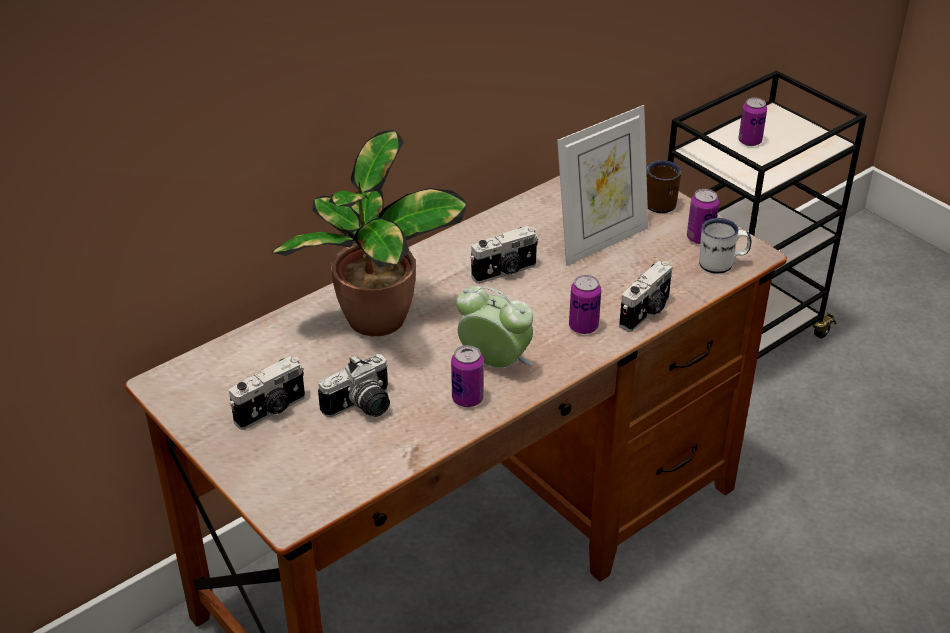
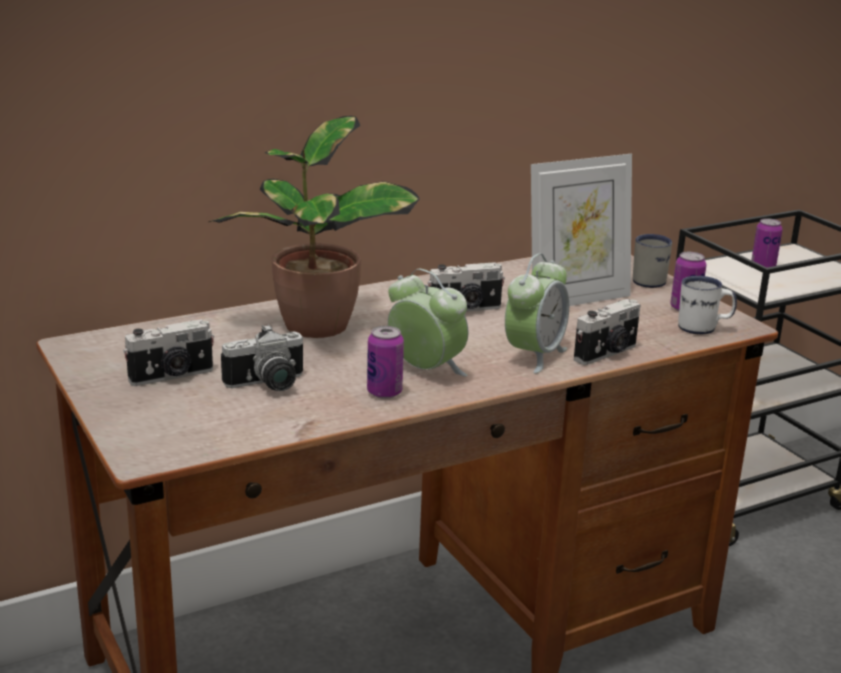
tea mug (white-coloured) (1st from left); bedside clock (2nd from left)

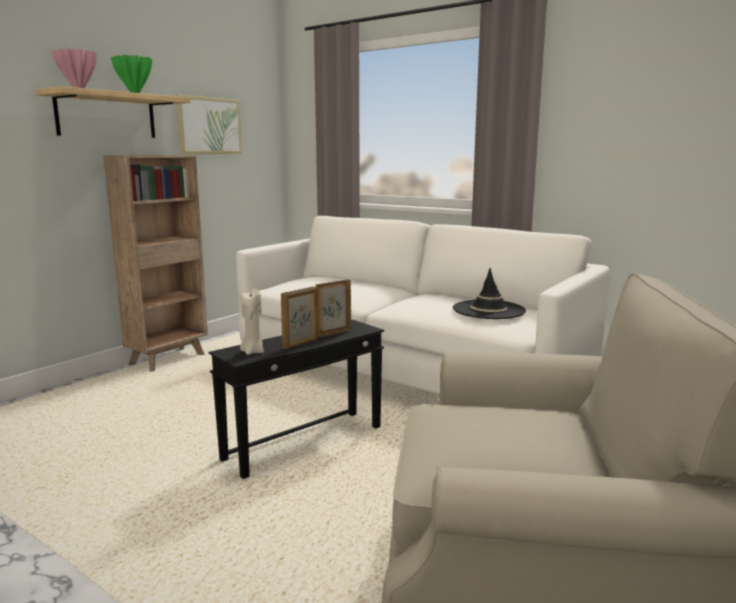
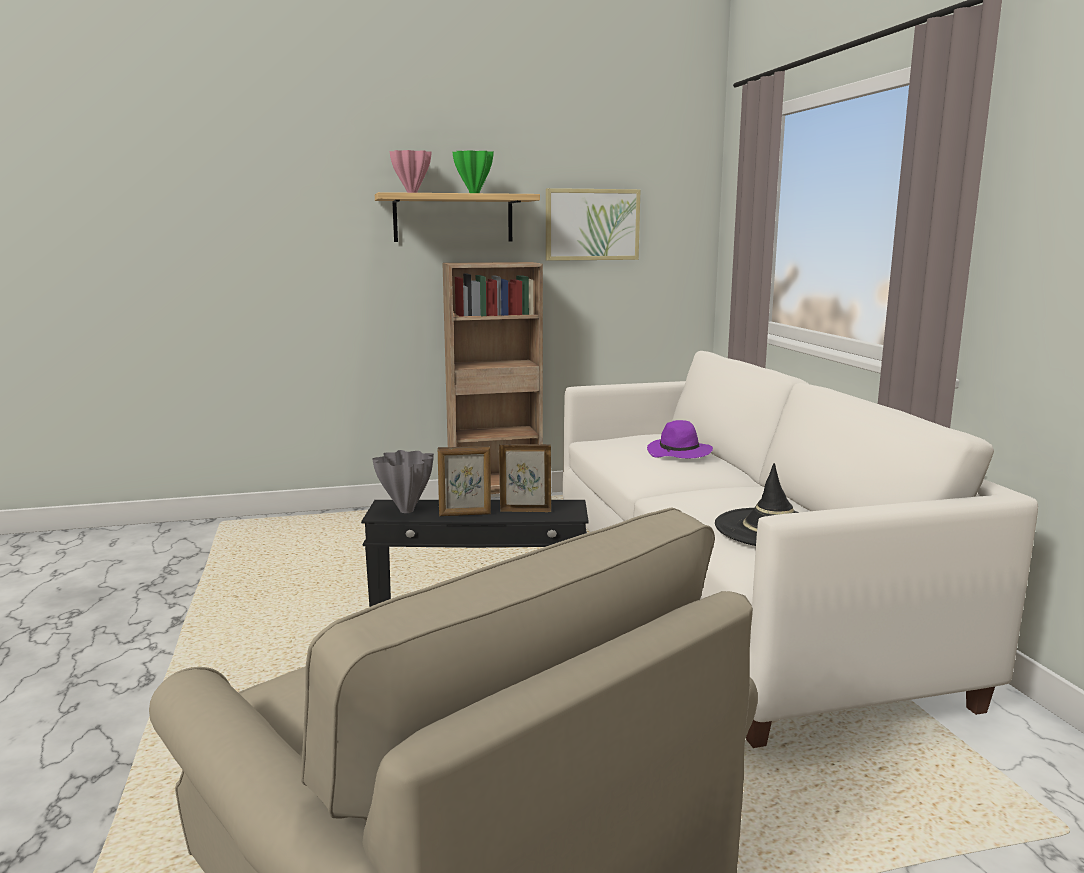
vase (greyish); wearable hat (purplish)

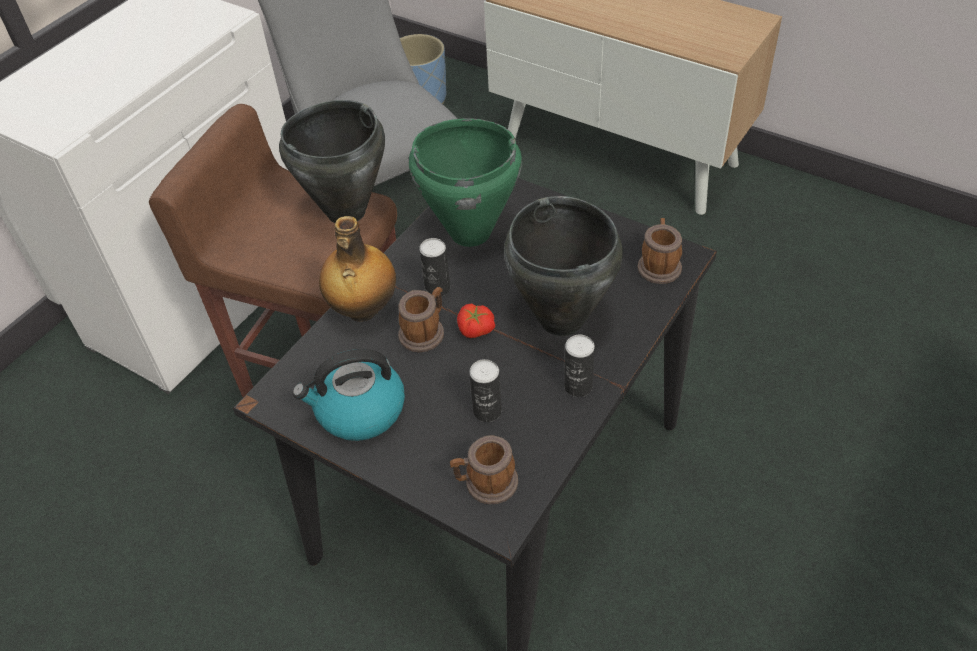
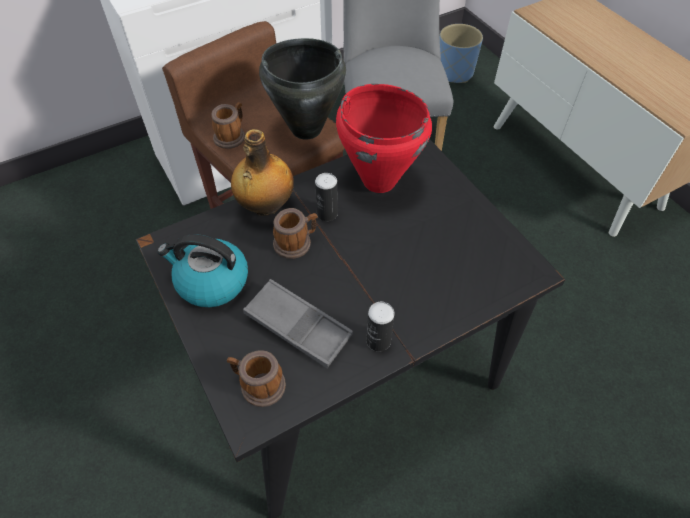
stockpot (red); stockpot (black-coloured) (2nd from left in the first image); tea mug (1st from left); fresh tomato; tray (greyish)

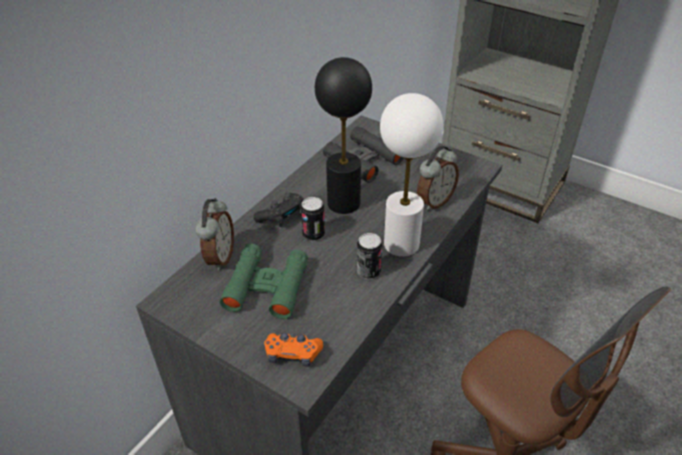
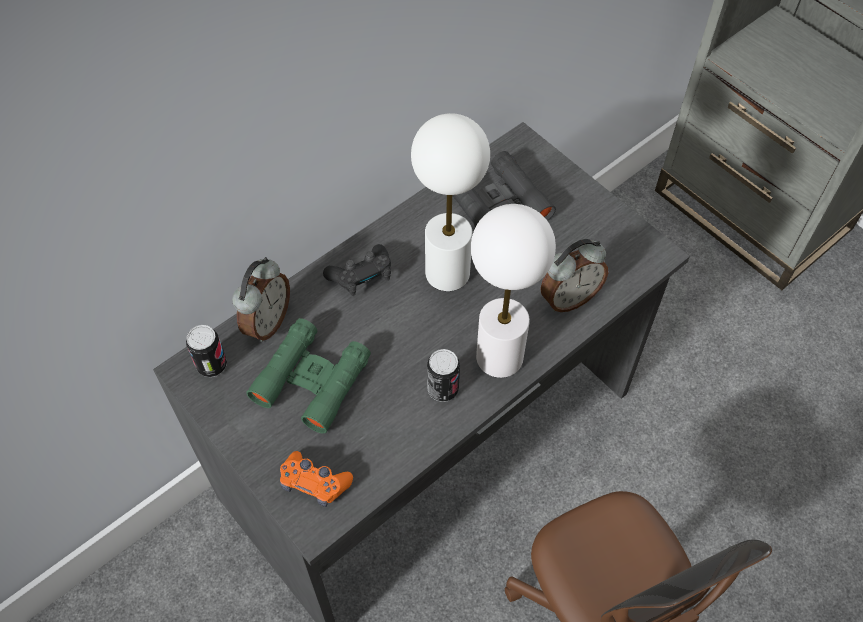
tabletop lamp (white-coloured) (1st from left); sealed can (1st from left)

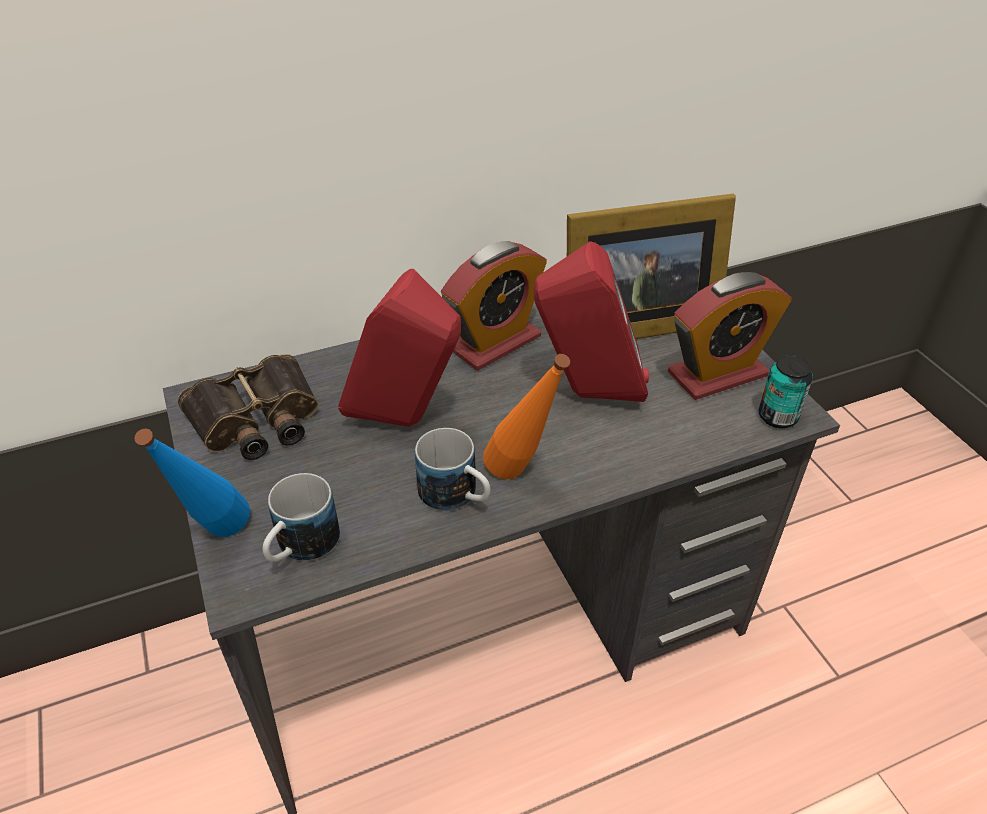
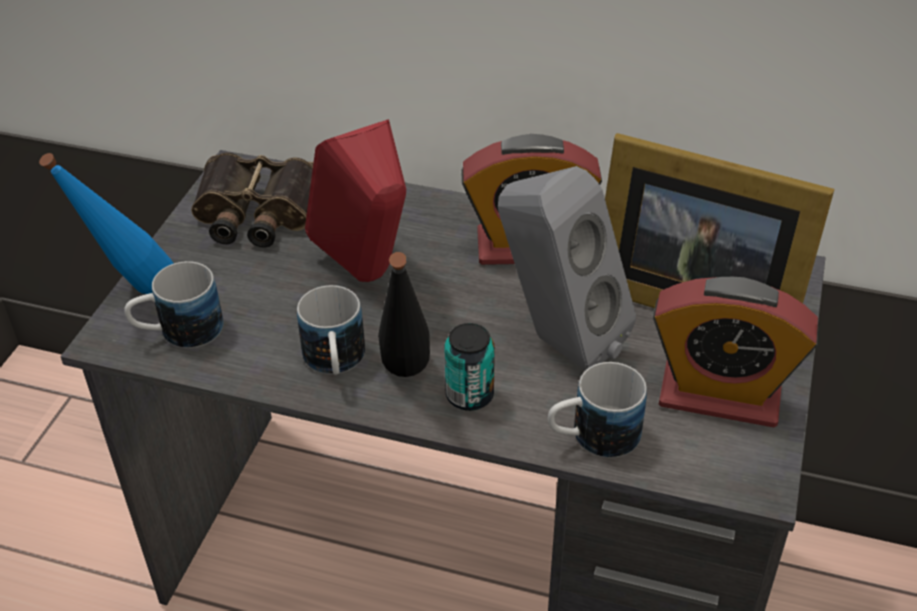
speaker (greyish); bottle (black-coloured); sealed can; tea mug (3rd from left)

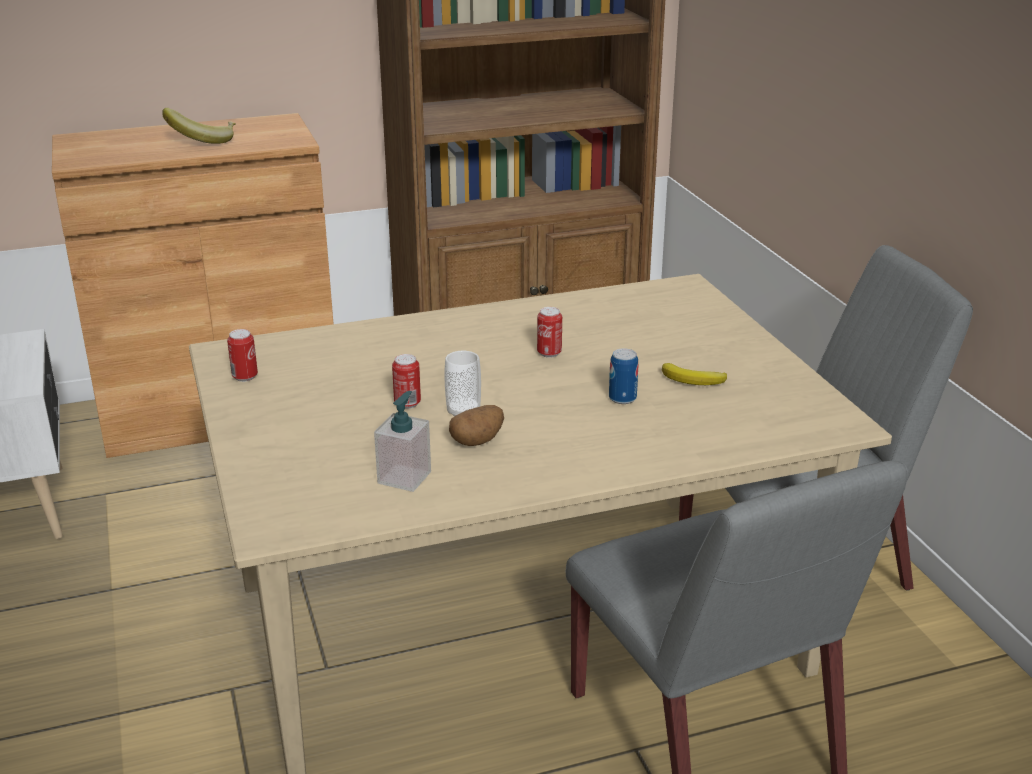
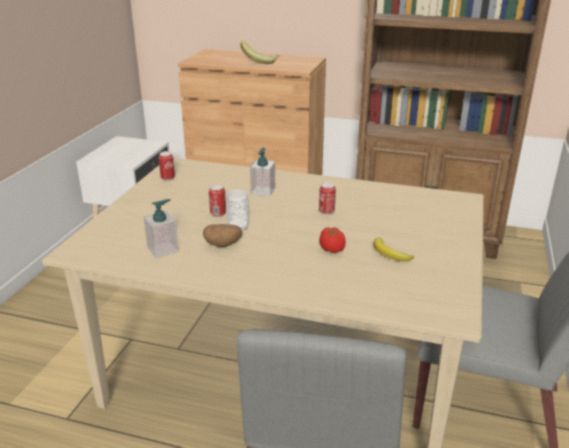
fresh tomato; soap bottle (2nd from left)

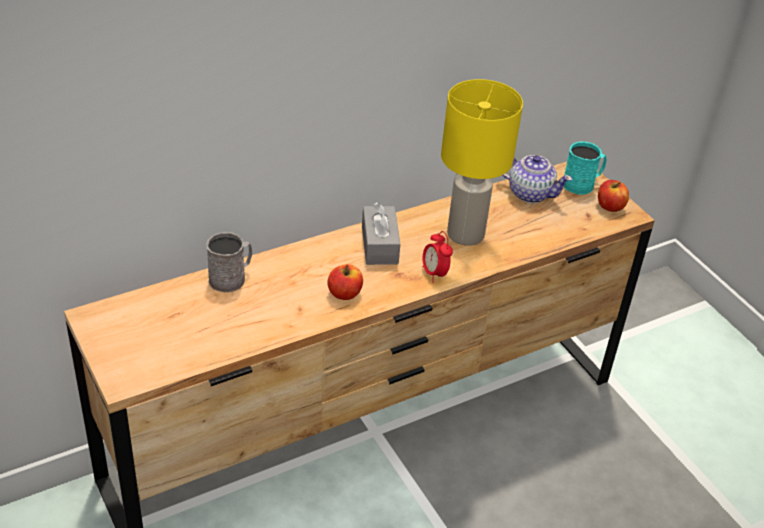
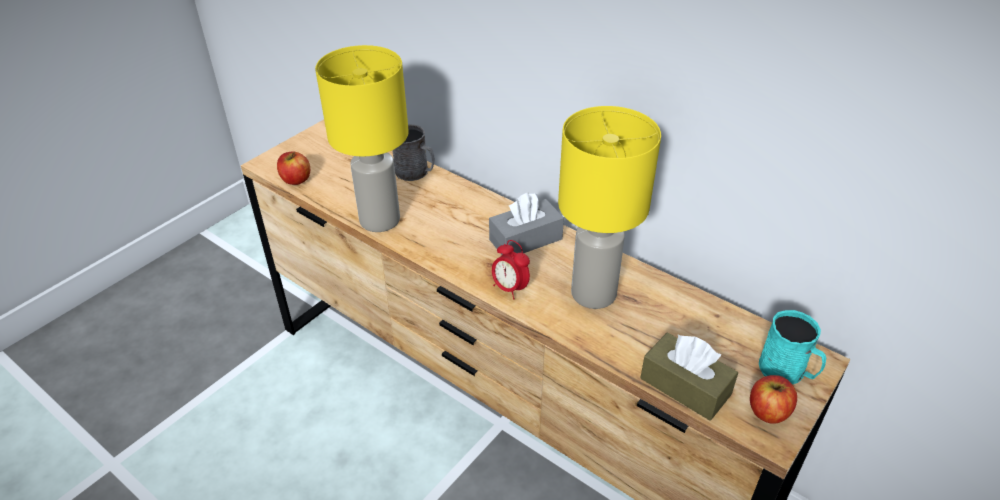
teapot; bedside clock; whole apple (1st from left); tabletop lamp (yellow) (1st from left); tissue holder (brown)

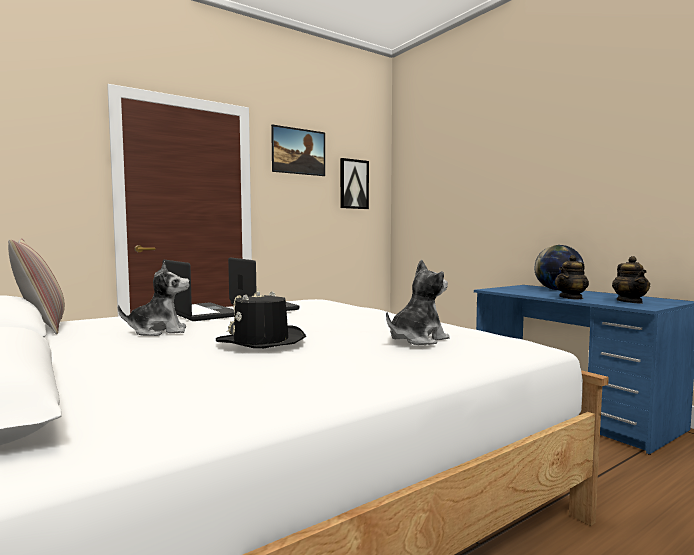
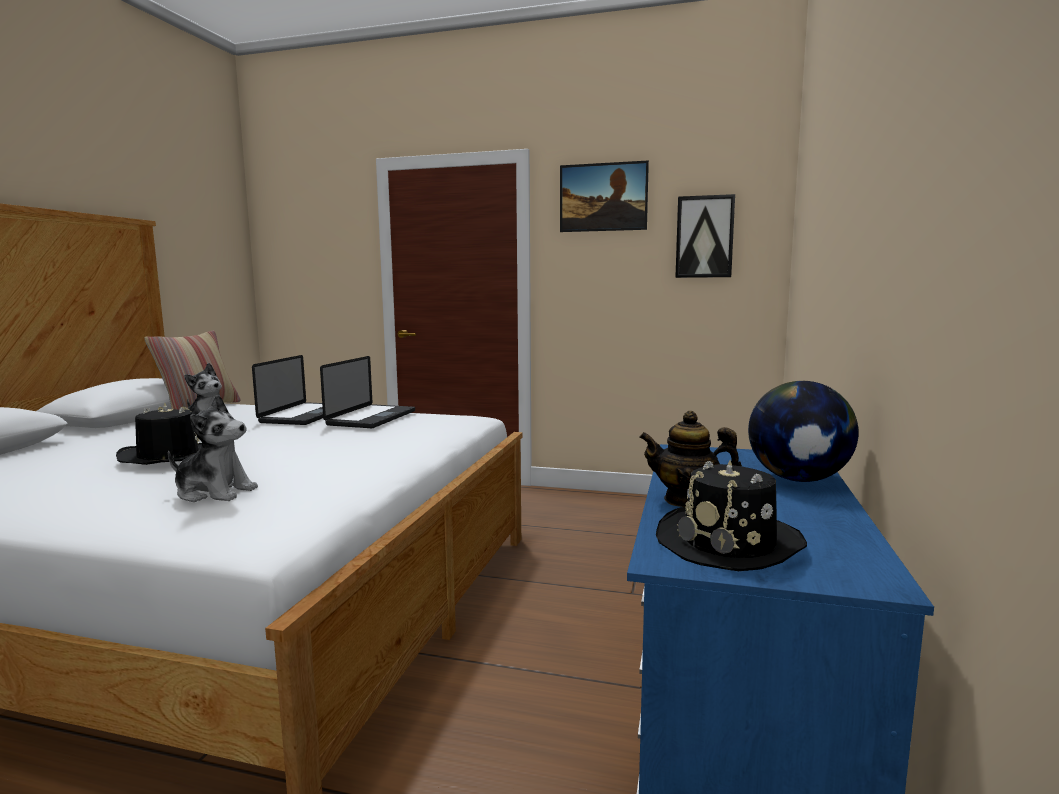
wearable hat (black-coloured) (2nd from left)

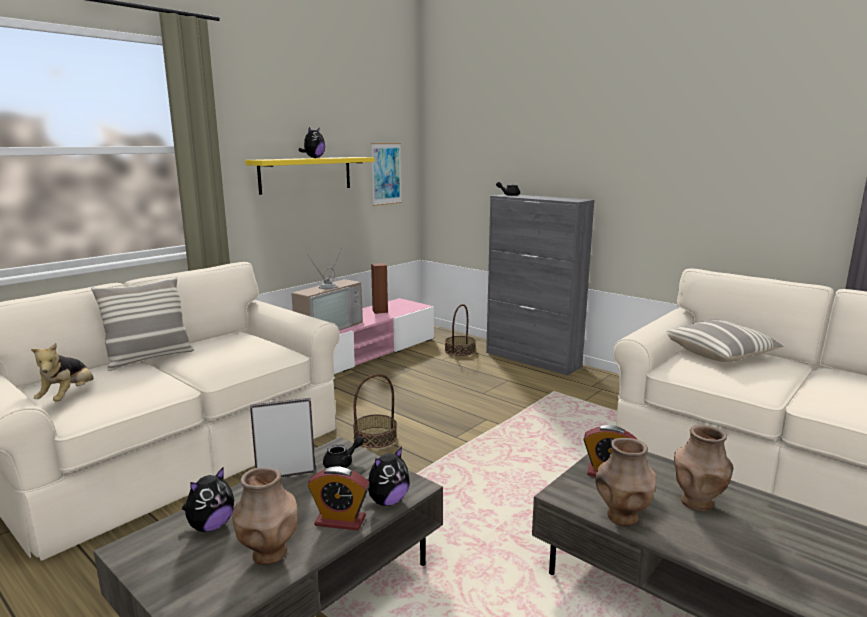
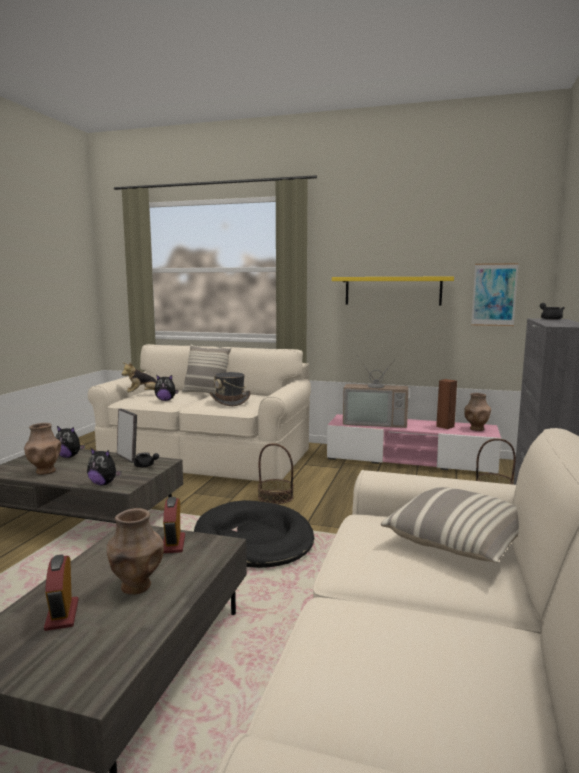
plush toy (4th from left); vase (brown) (3rd from left); bedside clock (1st from left); wearable hat (greyish); pet bed (black-coloured)

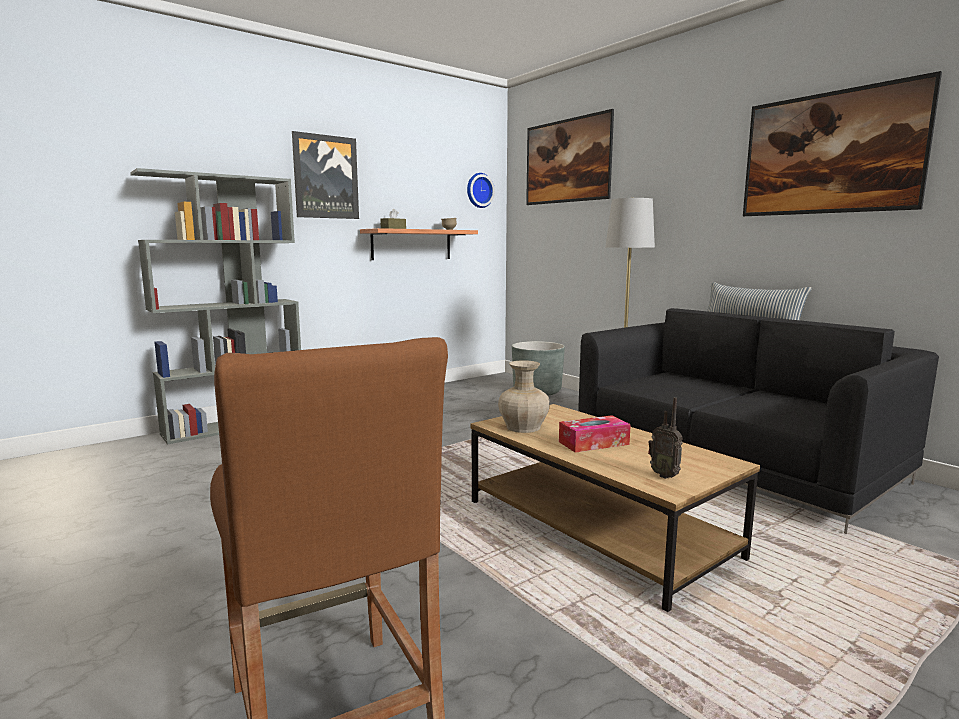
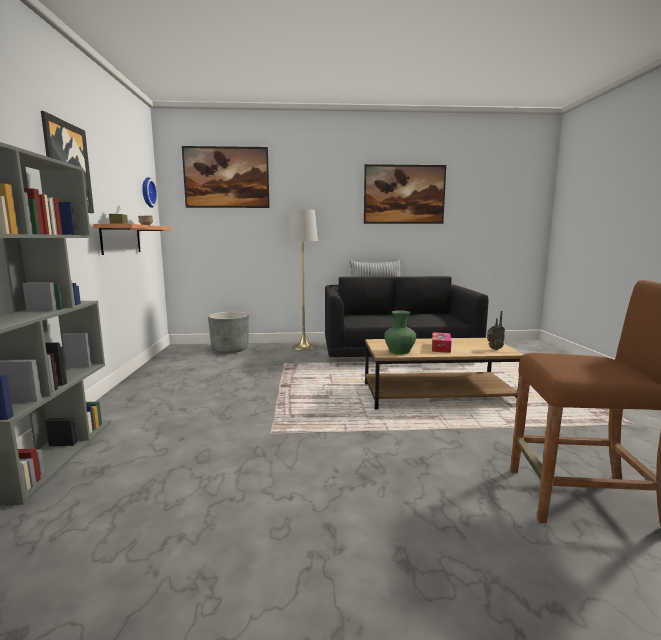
vase (green)

